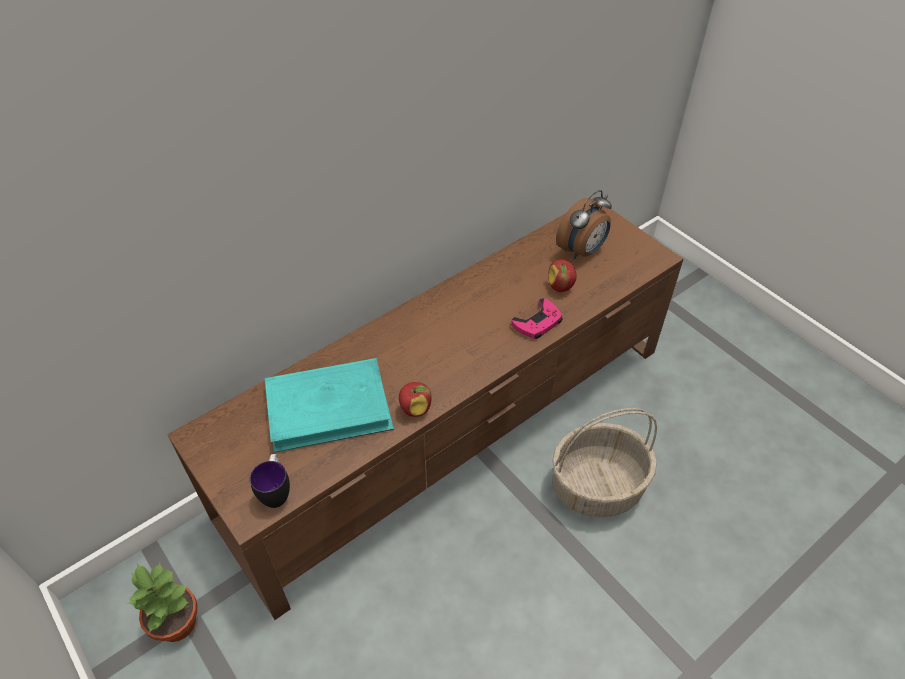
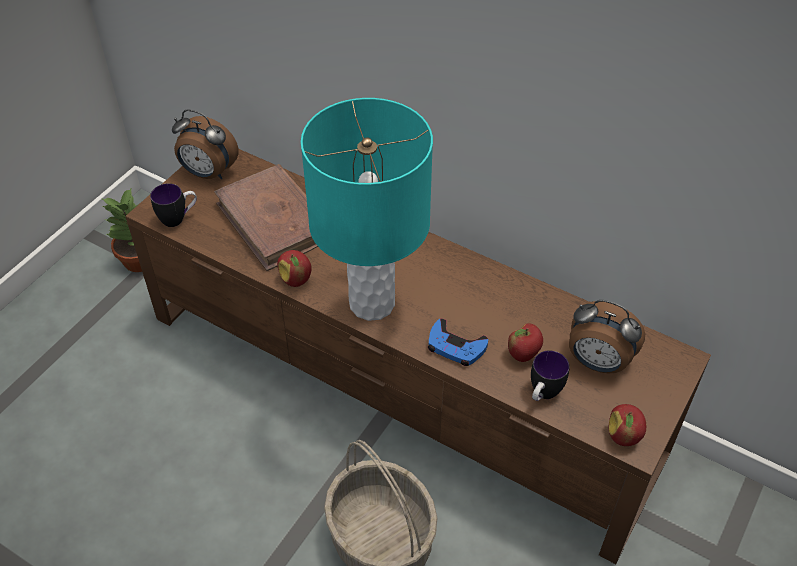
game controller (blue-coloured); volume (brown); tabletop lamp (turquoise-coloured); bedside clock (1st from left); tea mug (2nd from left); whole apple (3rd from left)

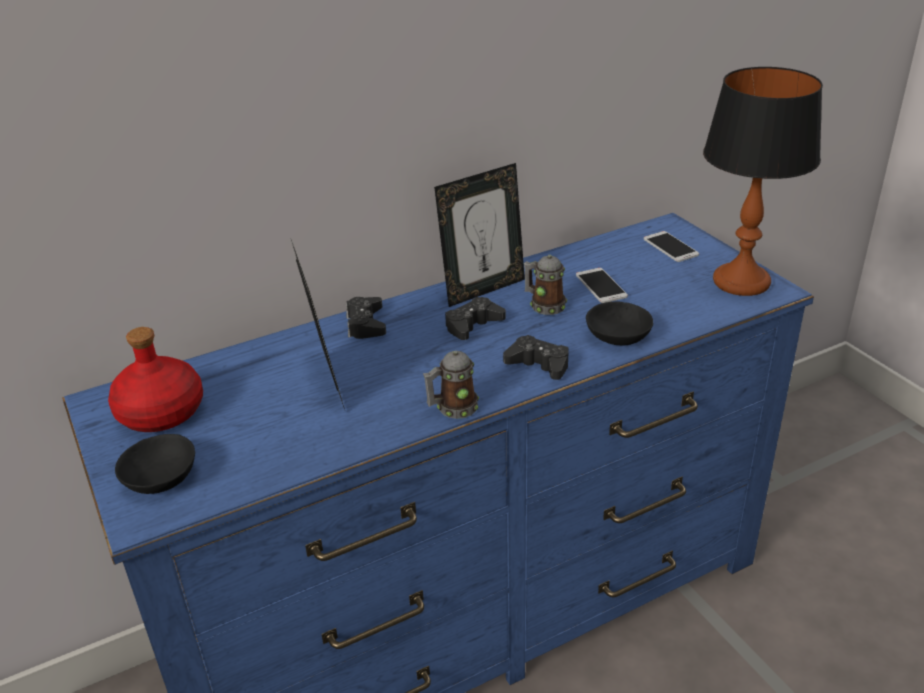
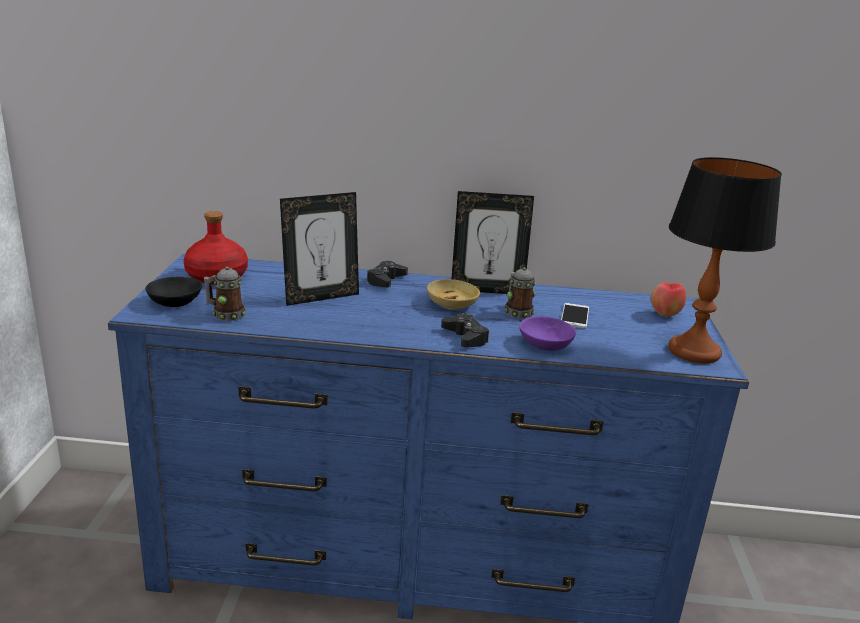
whole apple; standing frame (1st from left); deep dish (beige); deep dish (purplish); tea mug (1st from left)

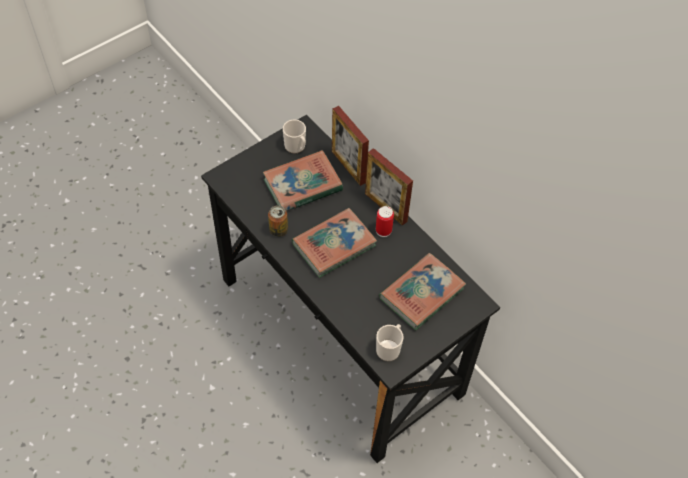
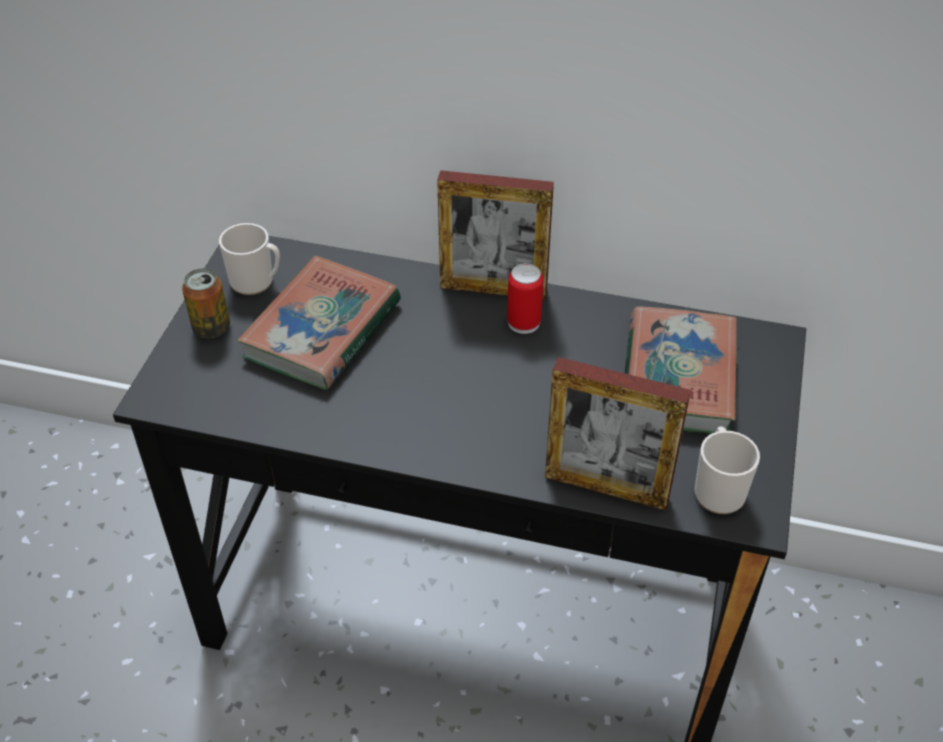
standing frame (2nd from left); sealed can (1st from left); volume (2nd from left in the first image)

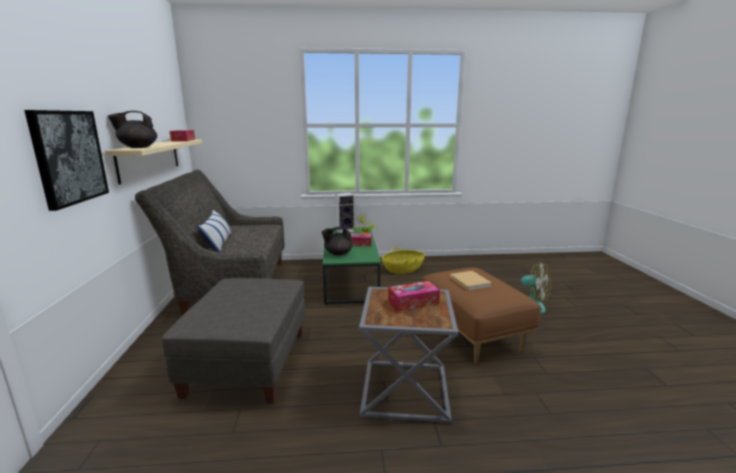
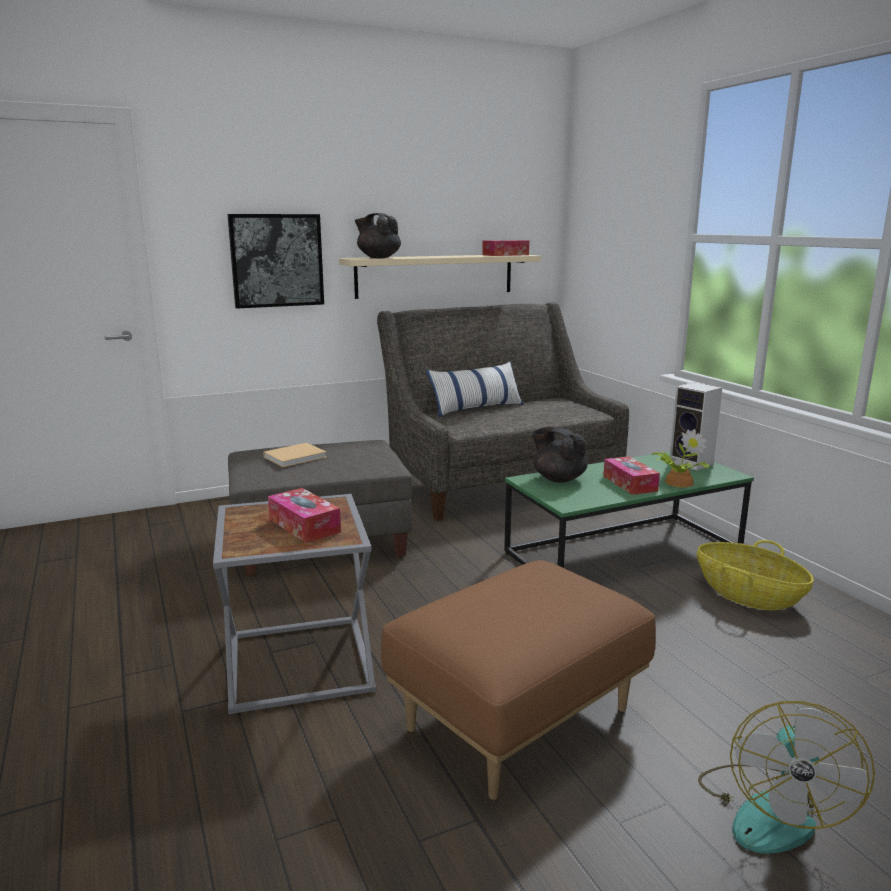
volume (beige)

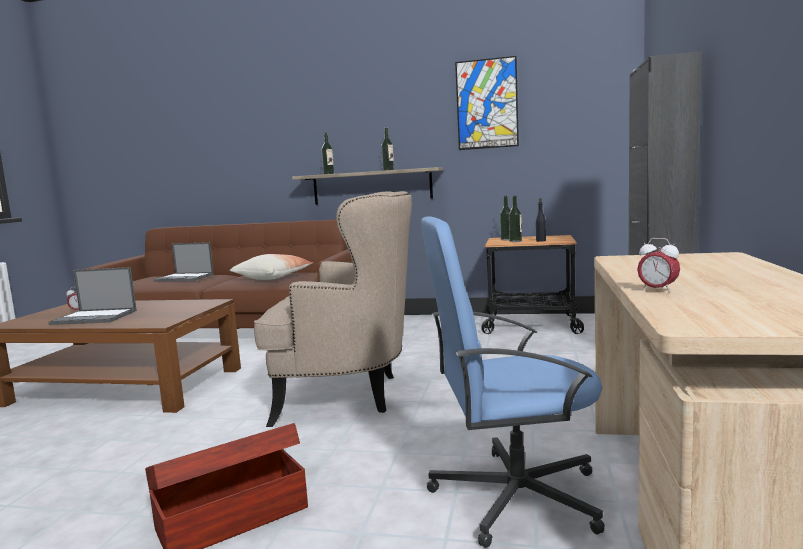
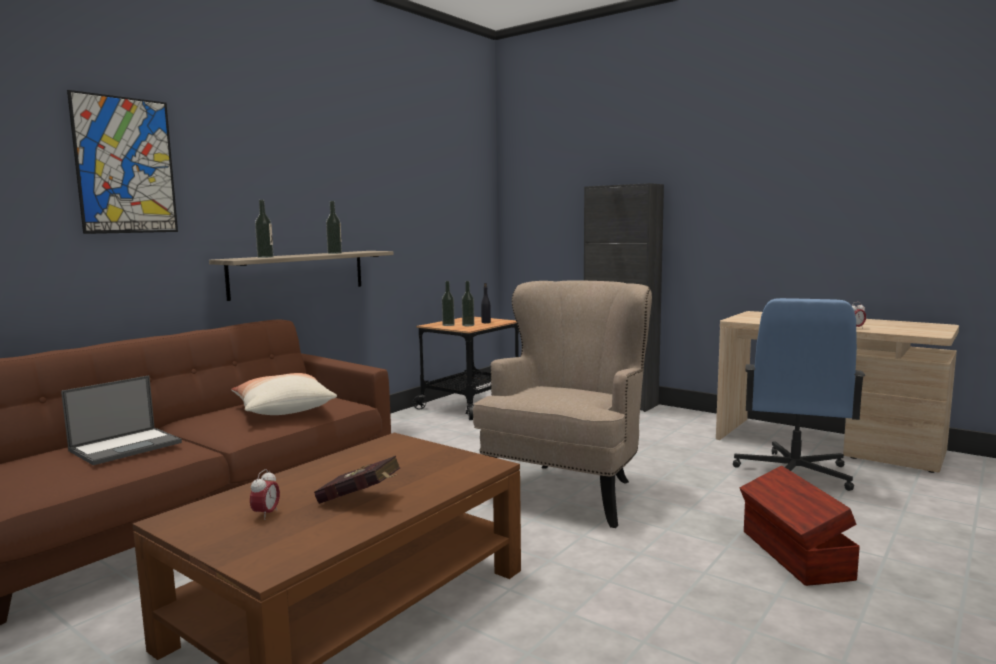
wall picture; volume (red)

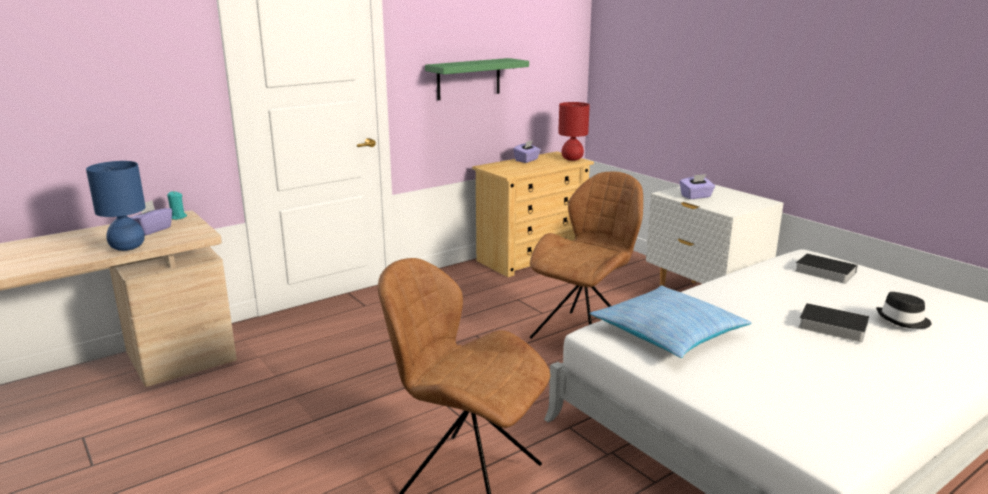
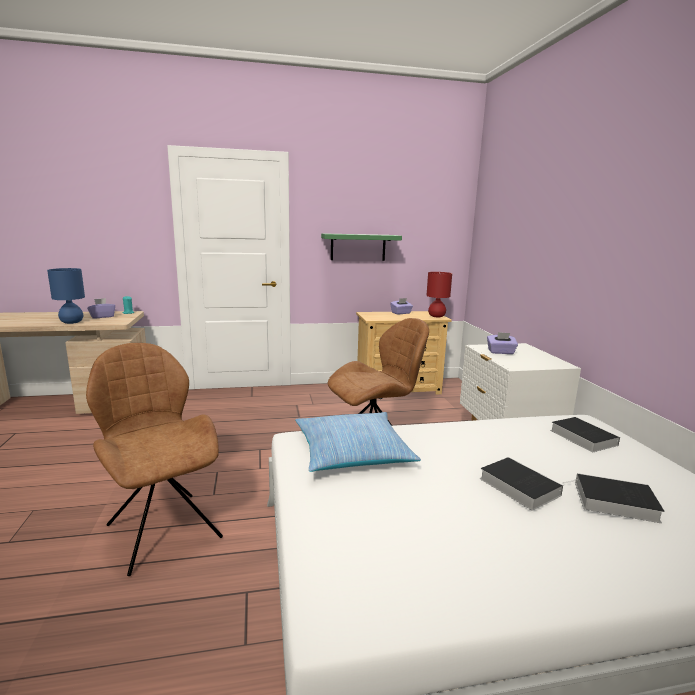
volume (3rd from left)

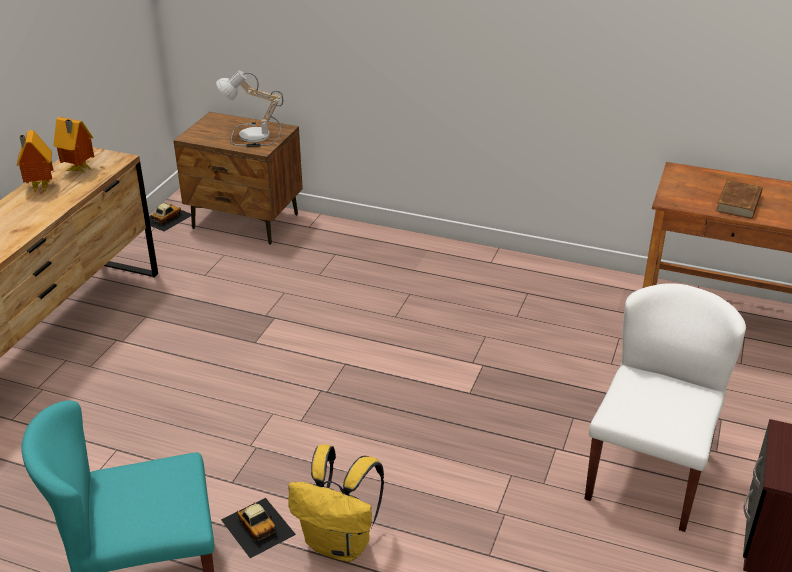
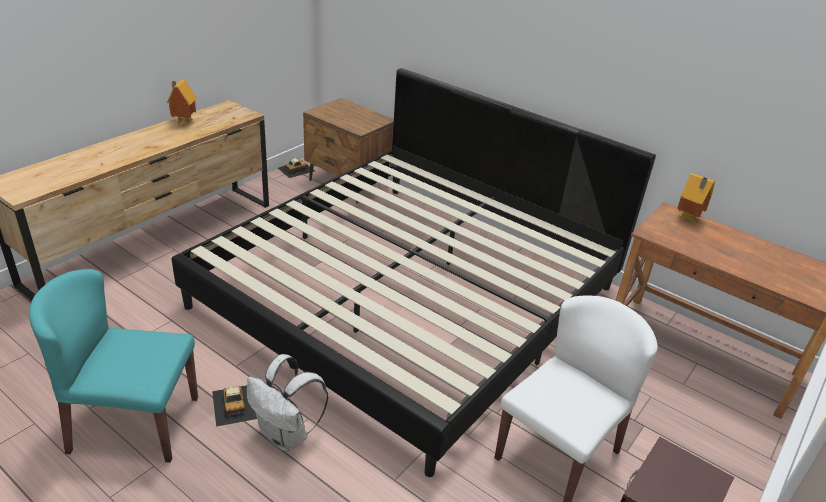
tabletop lamp; toy house (2nd from left); volume (brown); rucksack (white-coloured); bed

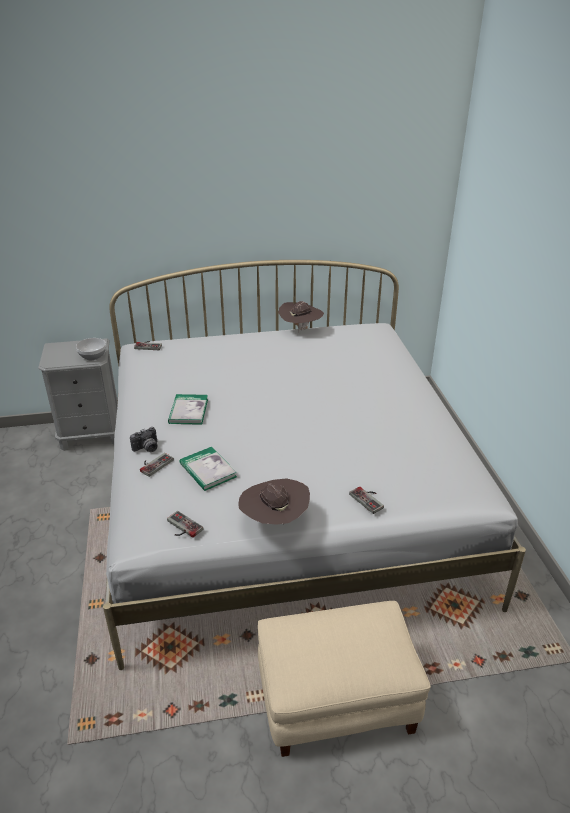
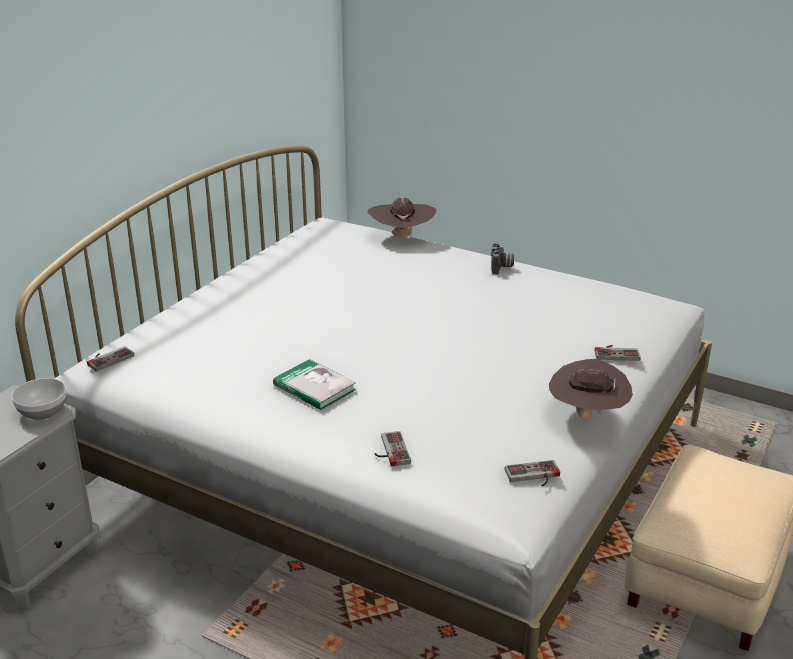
wearable hat (brown) (1st from left); still camera; volume (2nd from left in the first image)

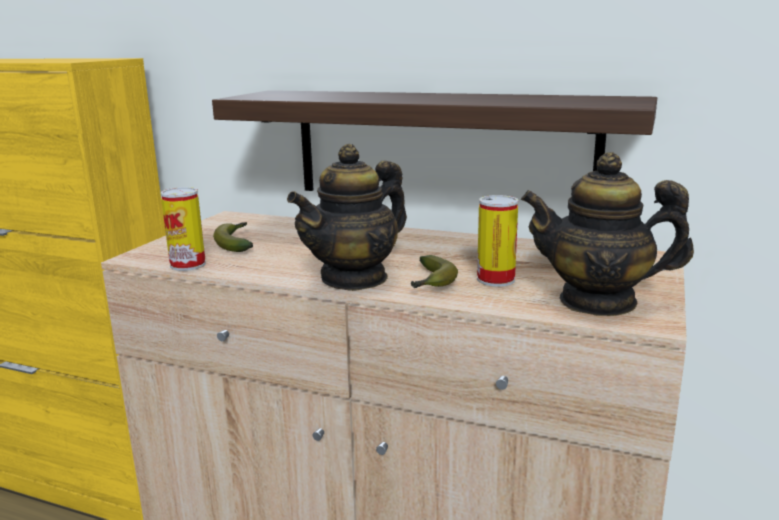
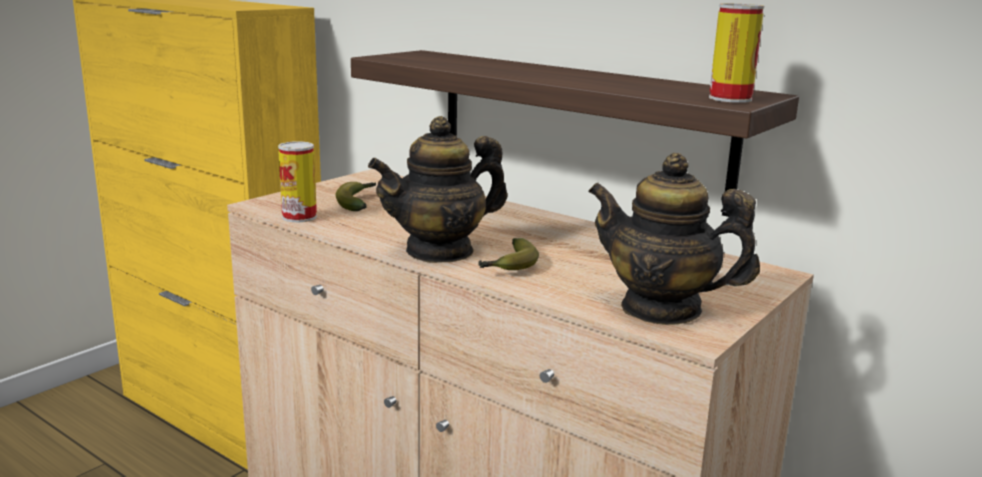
sealed can (2nd from left)

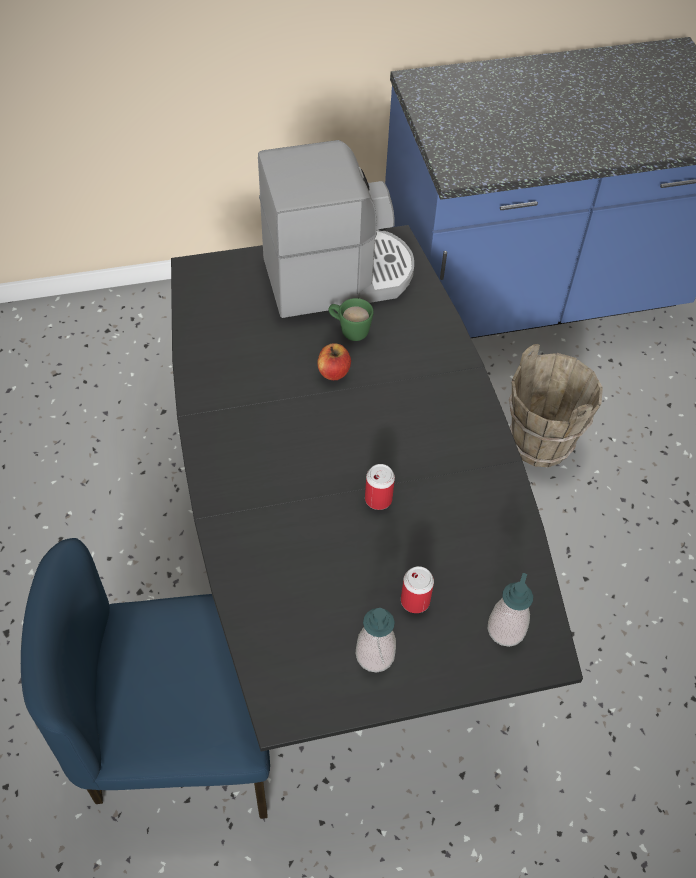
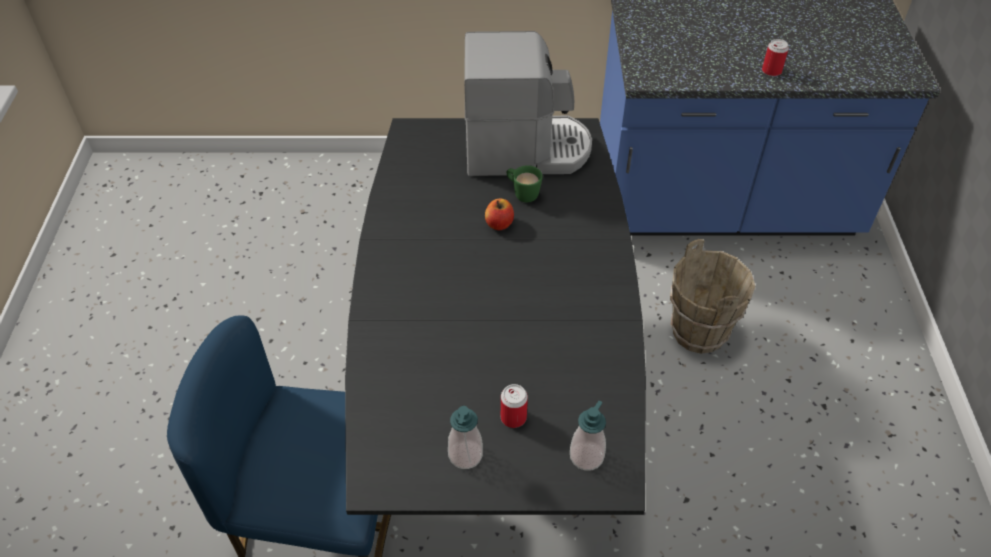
sealed can (2nd from left)

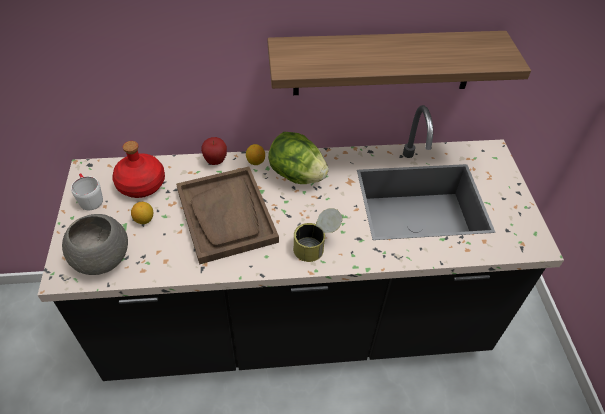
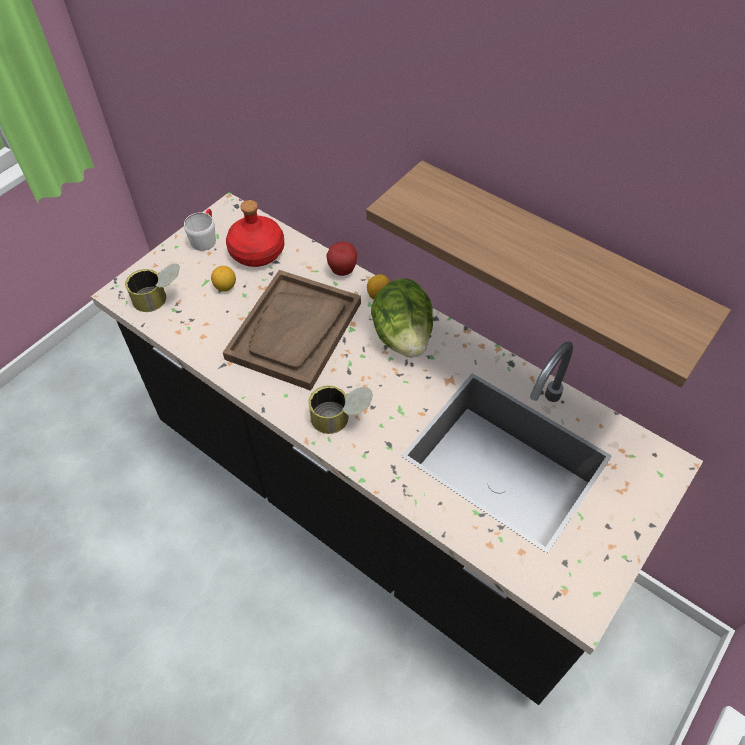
sealed can (1st from left)

